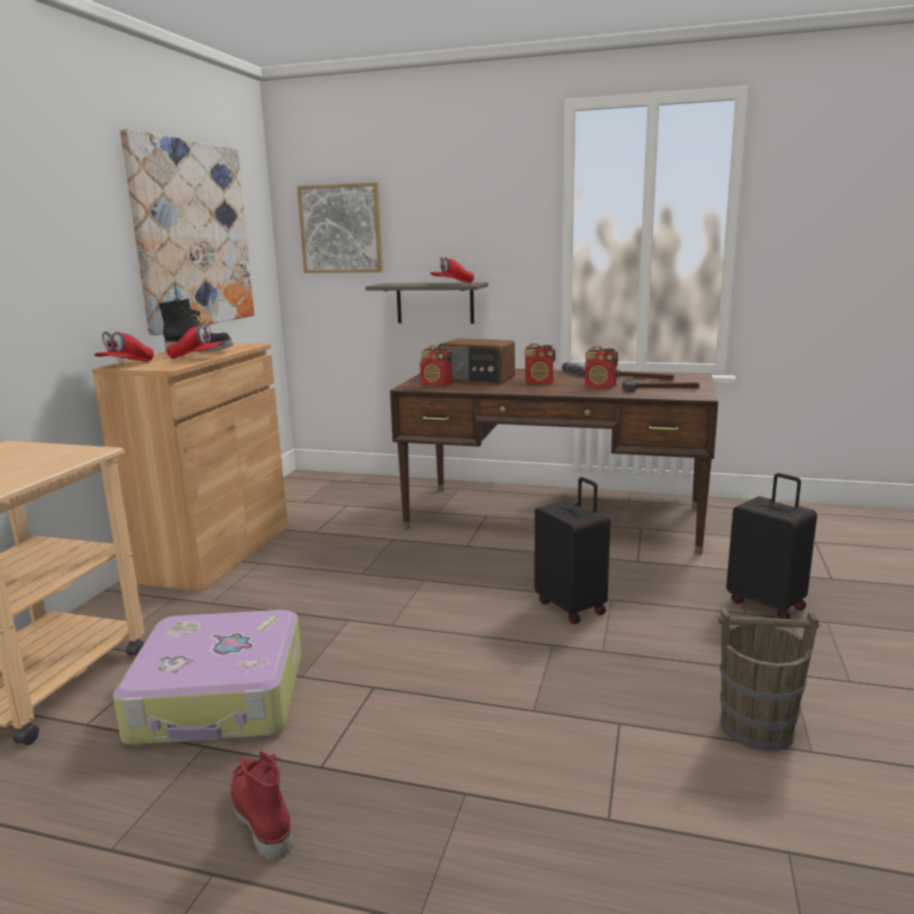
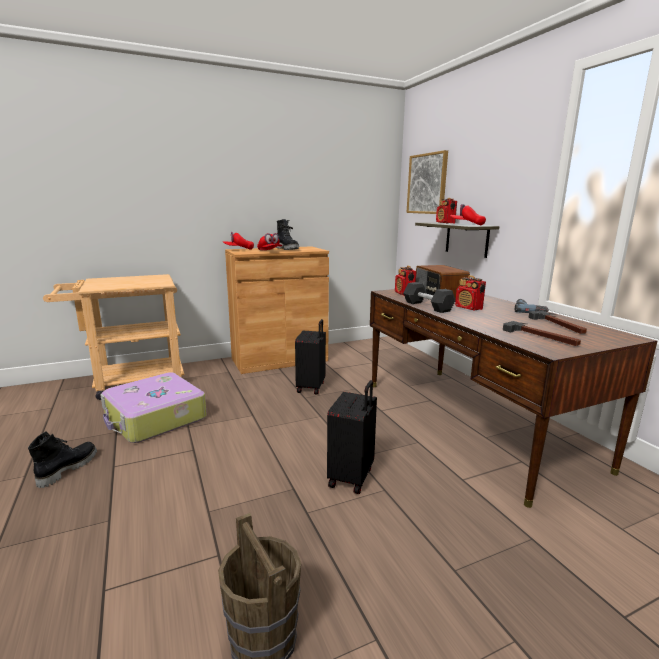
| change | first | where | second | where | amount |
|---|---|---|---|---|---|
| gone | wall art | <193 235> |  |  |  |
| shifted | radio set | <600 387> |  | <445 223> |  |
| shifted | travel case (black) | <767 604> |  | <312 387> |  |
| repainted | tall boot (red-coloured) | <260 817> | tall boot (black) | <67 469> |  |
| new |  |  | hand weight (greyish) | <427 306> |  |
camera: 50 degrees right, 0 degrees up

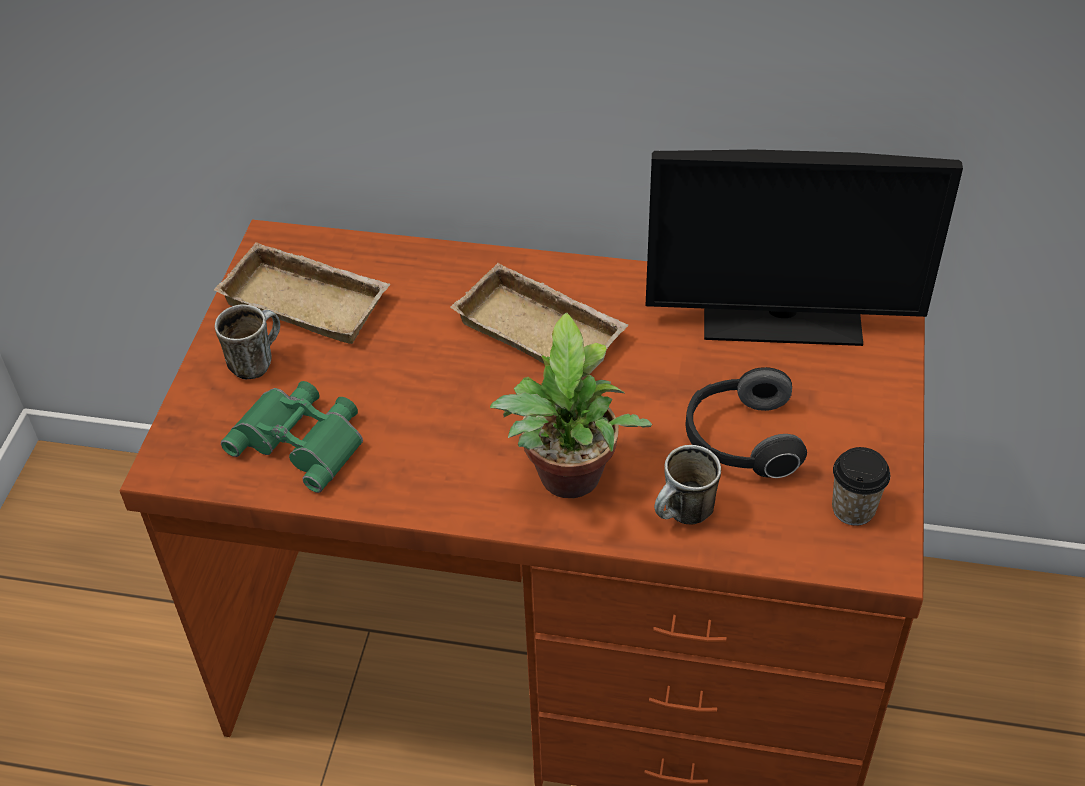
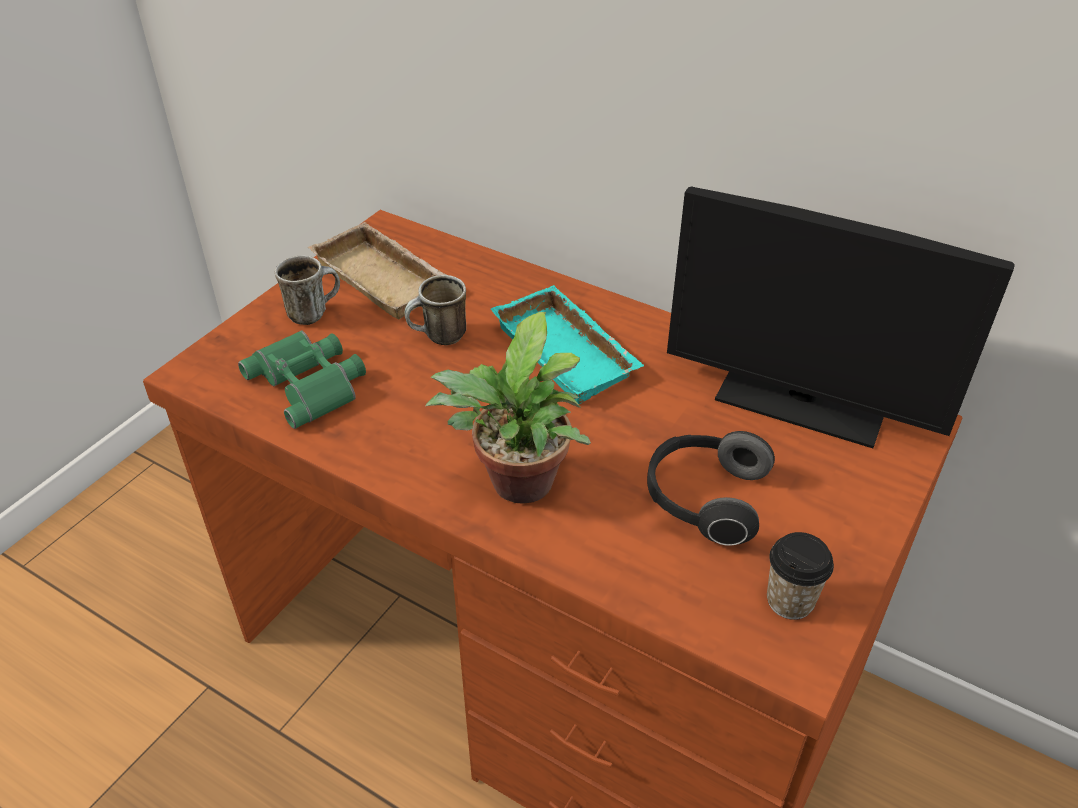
| change | first | where | second | where | amount |
|---|---|---|---|---|---|
| repainted | carrying tray (sand-coloured) | <543 330> | carrying tray (blue-green) | <569 352> |  |
| shifted | coffee mug | <684 516> |  | <439 338> |  |
camera: 20 degrees right, 5 degrees down

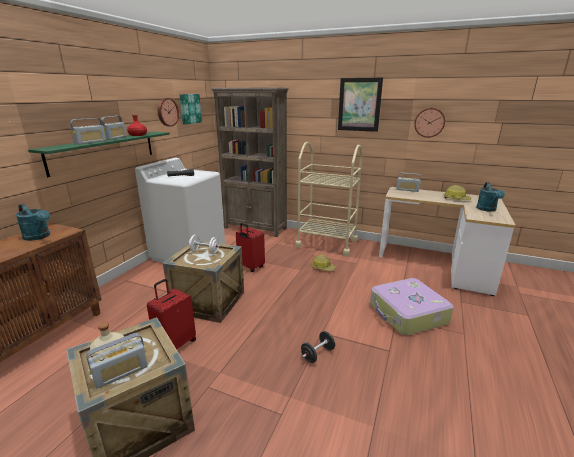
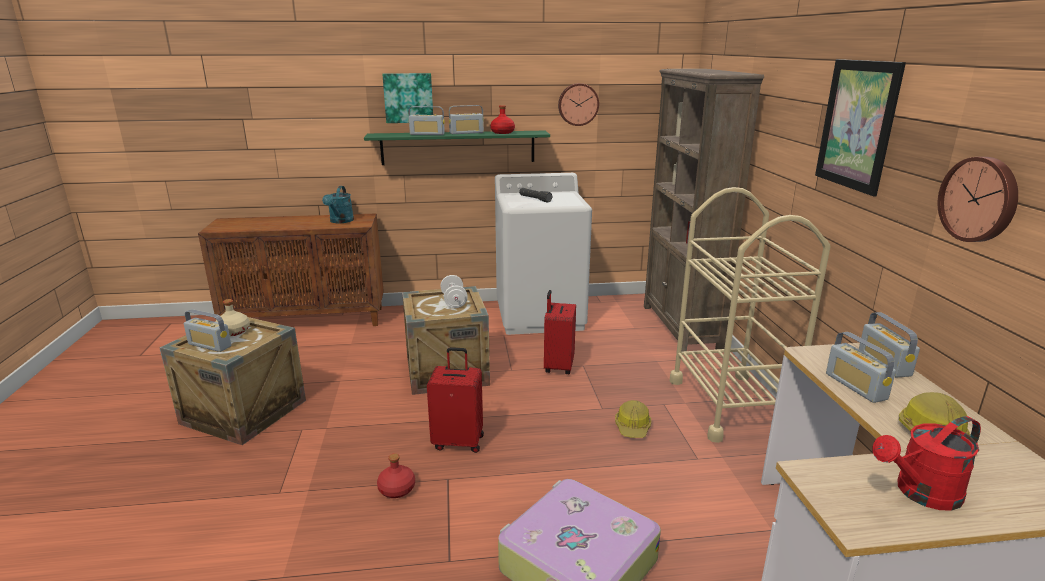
| change | first | where | second | where | amount |
|---|---|---|---|---|---|
| shifted | wall art | <189 108> |  | <408 98> |  |
| repainted | watering pot (blue-green) | <487 209> | watering pot (red-coloured) | <920 494> |  |
| shifted | travel case (red-coloured) | <175 344> |  | <458 441> |  |
| swapped | hand weight (black) | <317 354> | drink bottle (red-coloured) | <397 489> |  |
| new |  |  | radio set | <855 386> |  |
camera: 60 degrees right, 0 degrees up

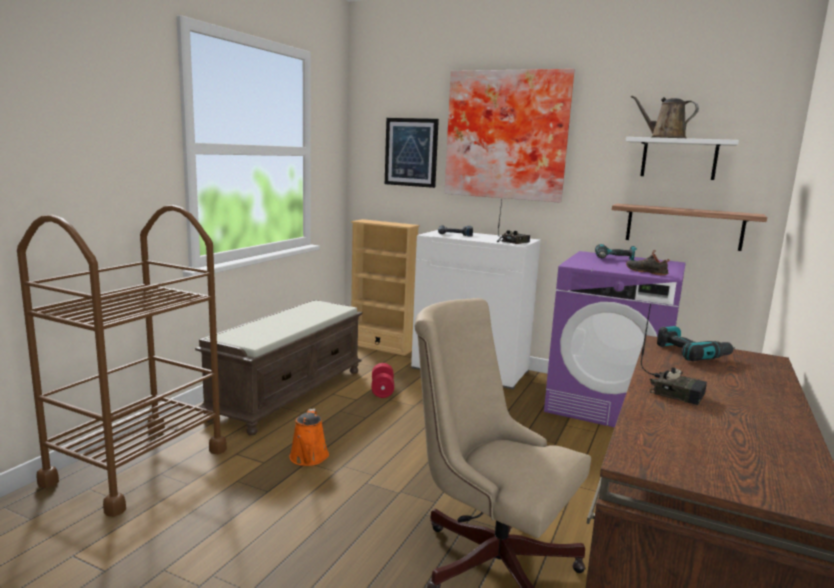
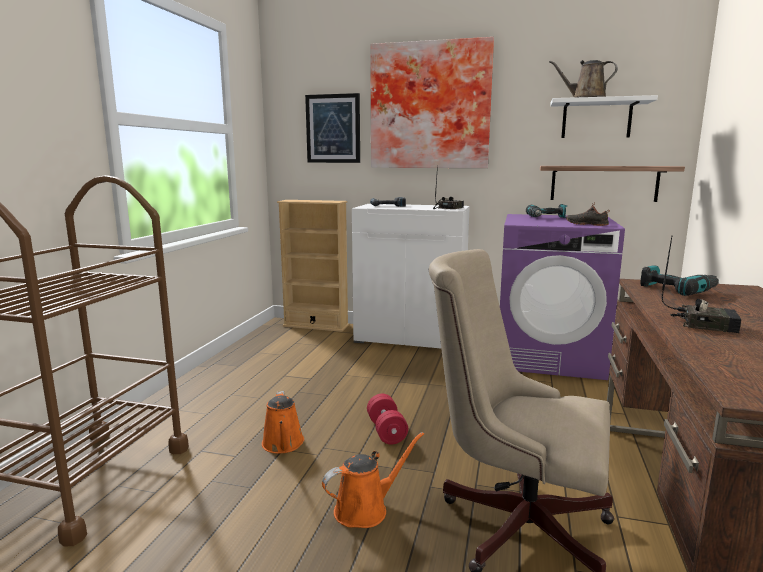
| change | first | where | second | where | amount |
|---|---|---|---|---|---|
| gone | bench (brown-coloured) | <288 393> |  |  |  |
| shifted | hand weight (red-coloured) | <382 390> |  | <386 431> |  |
| new |  |  | watering pot (orange-coloured) | <365 509> |  |
camera: 10 degrees left, 0 degrees up

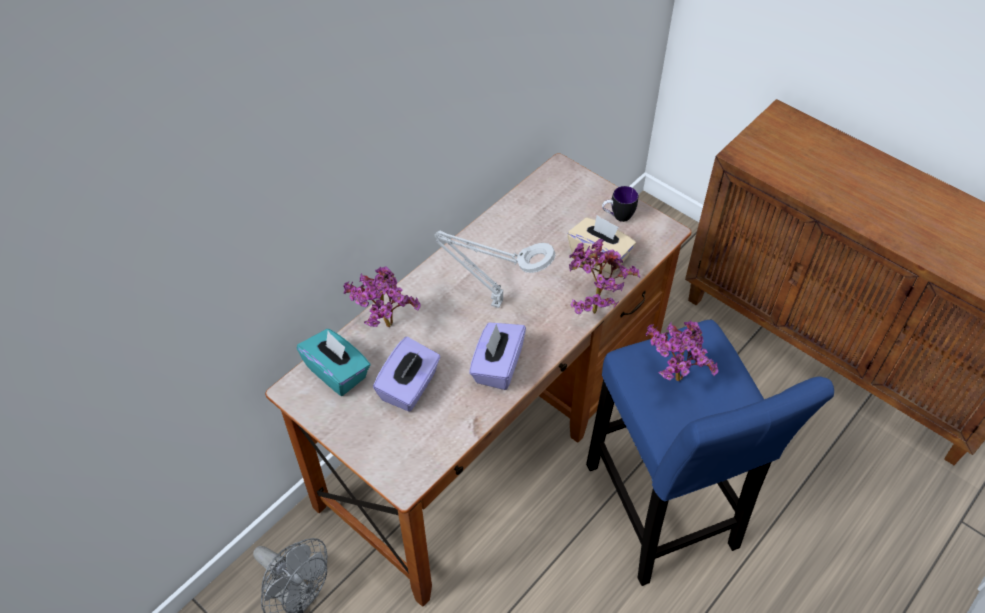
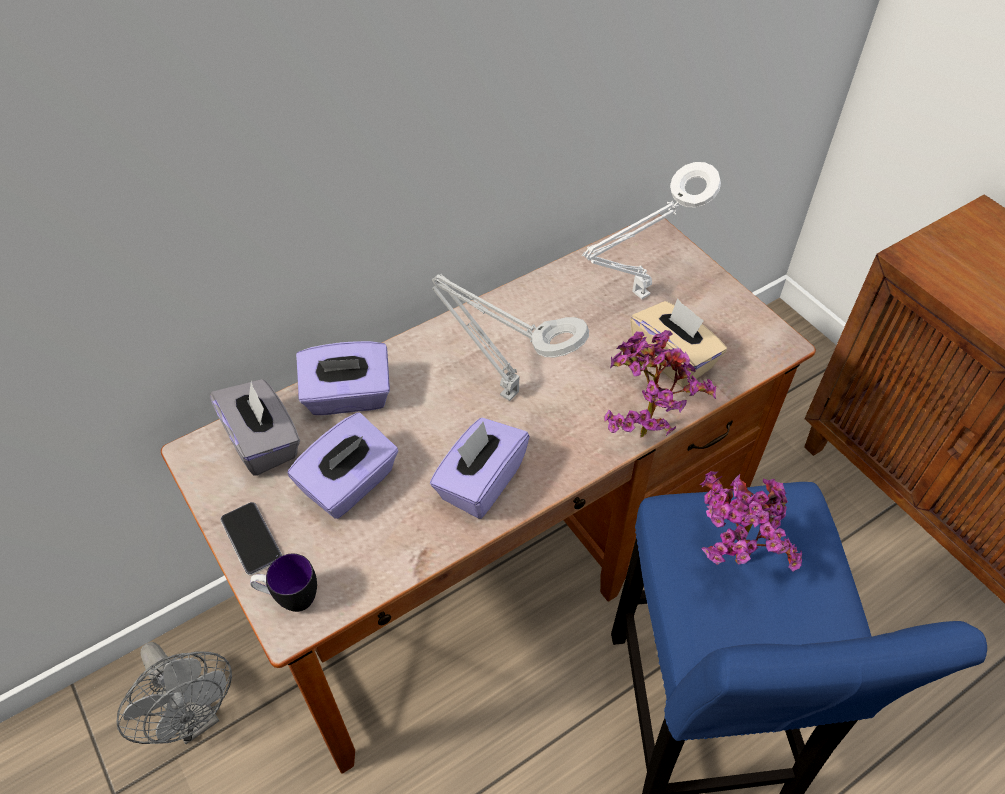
| change | first | where | second | where | amount |
|---|---|---|---|---|---|
| shifted | coffee mug | <617 217> |  | <290 598> |  |
| swapped | potted plant | <385 329> | box of tissues (purple) | <348 397> |  |
| repainted | box of tissues (blue-green) | <337 372> | box of tissues (greyish) | <263 442> |  |
| new |  |  | tabletop lamp (whitish) | <637 296> |  |
| new |  |  | telephone | <251 539> |  |
camera: 15 degrees right, 0 degrees up

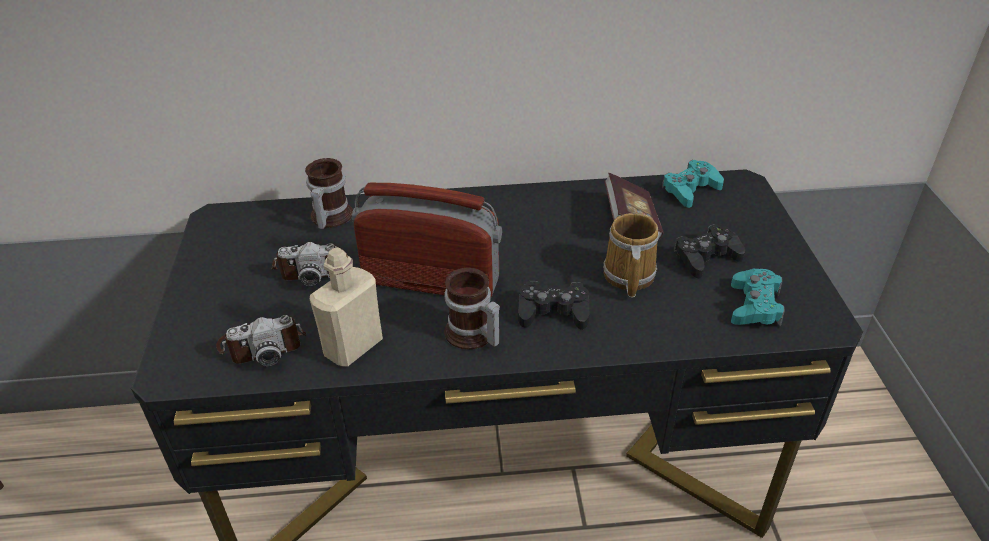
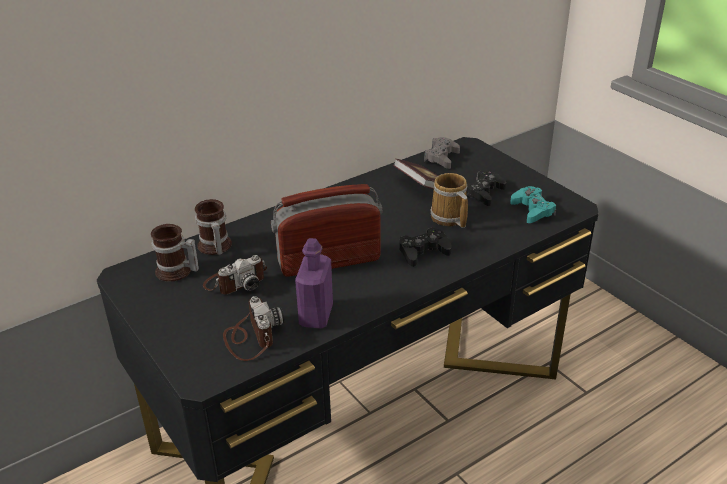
| change | first | where | second | where | amount |
|---|---|---|---|---|---|
| repainted | game controller (blue-green) | <690 190> | game controller (greyish) | <441 158> |  |
| repainted | drink bottle (sand-coloured) | <353 347> | drink bottle (purple) | <316 316> |  |
| shifted | coffee mug | <471 336> |  | <176 272> |  |
| rotated | still camera | <262 344> |  | <251 337> | 60 degrees counterclockwise |
camera: 30 degrees left, 5 degrees down

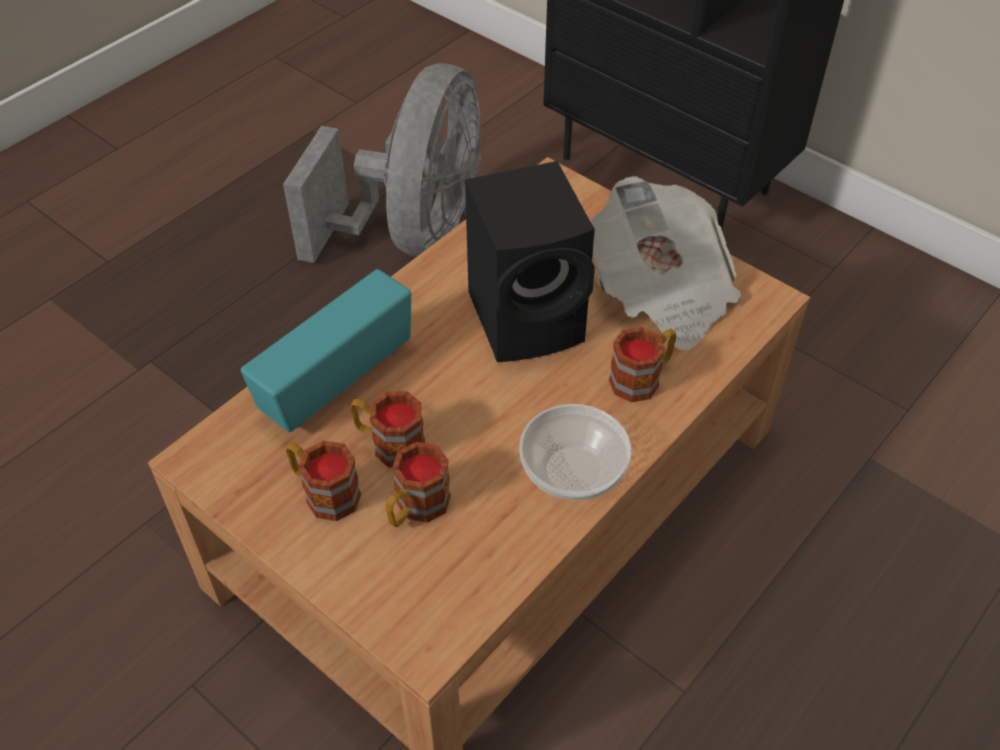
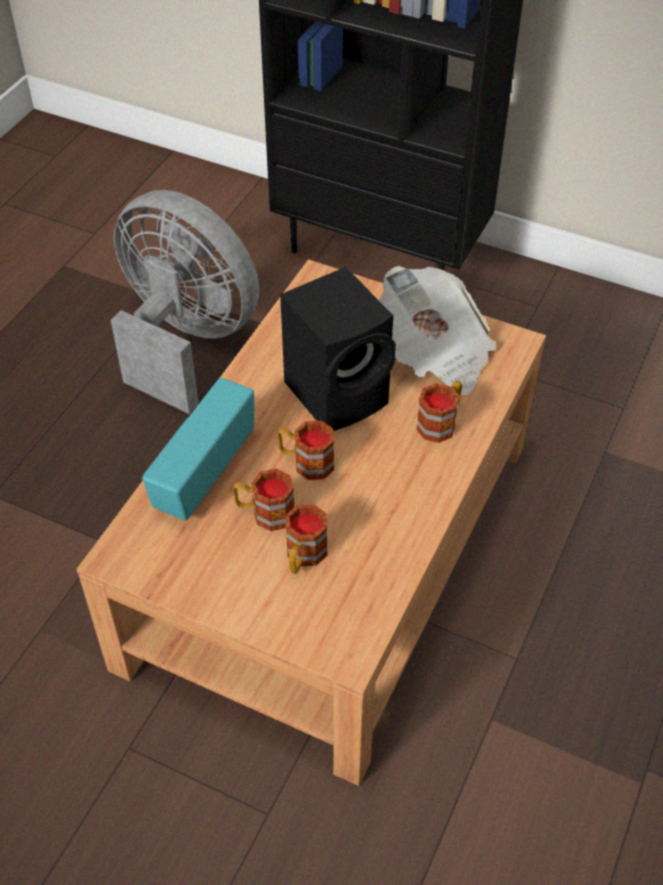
| change | first | where | second | where | amount |
|---|---|---|---|---|---|
| rotated | fan (greyish) | <414 233> |  | <185 341> | 60 degrees counterclockwise |
| gone | deep dish | <571 471> |  |  |  |
| shifted | coffee mug | <324 492> |  | <306 462> |  |
camera: 15 degrees left, 0 degrees up

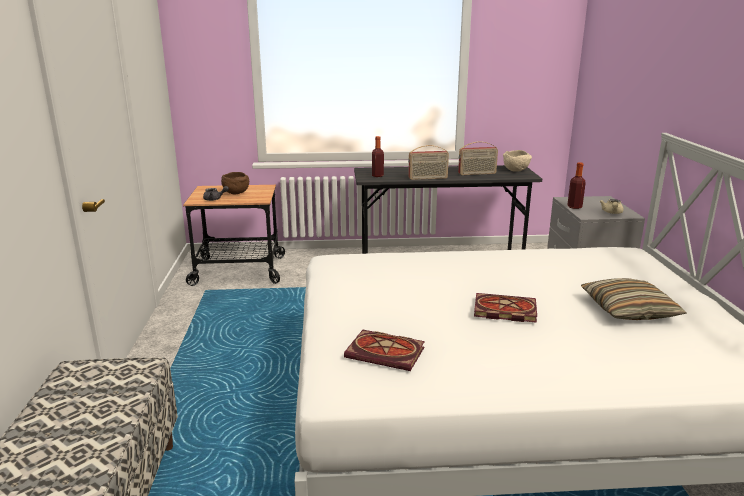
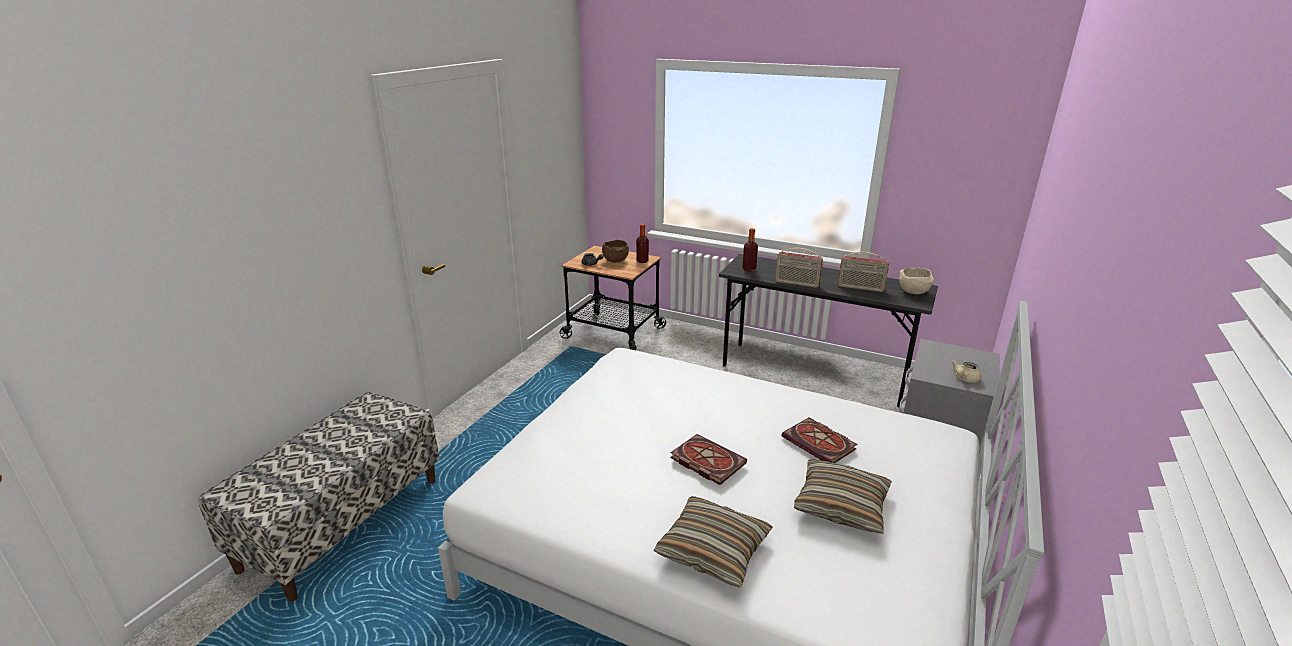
| change | first | where | second | where | amount |
|---|---|---|---|---|---|
| shifted | drink bottle | <574 207> |  | <642 261> |  |
| shifted | volume | <387 353> |  | <820 444> |  |
| new |  |  | pillow | <713 550> |  |
camera: 30 degrees right, 5 degrees up

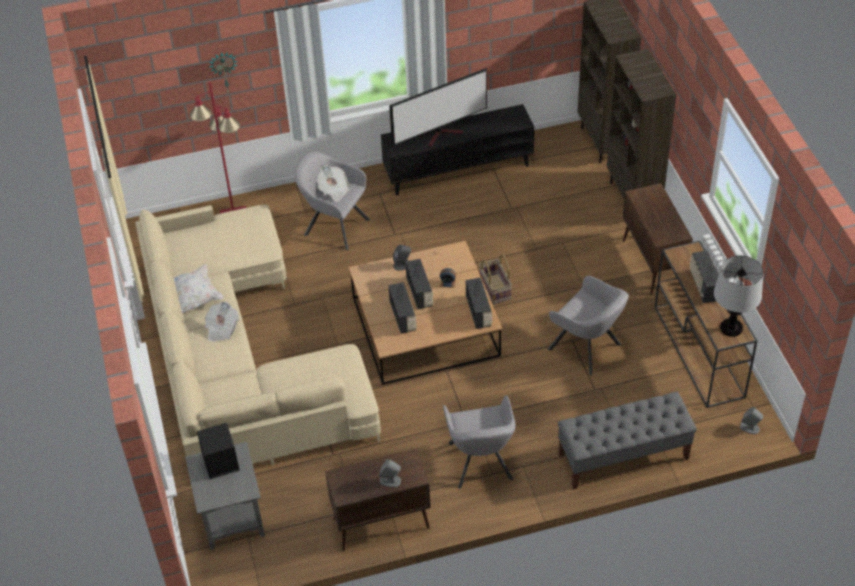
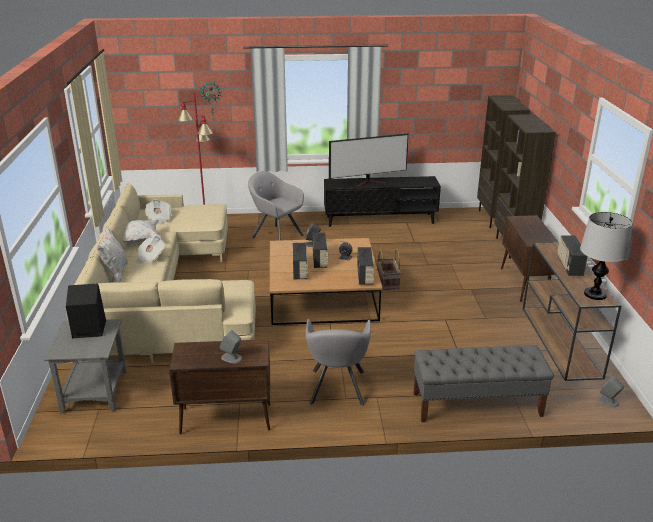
| change | first | where | second | where | amount |
|---|---|---|---|---|---|
| shifted | newspaper | <333 190> |  | <159 219> |  |
| gone | armchair (greyish) | <587 348> |  |  |  |
| new |  |  | pillow (whitish) | <115 274> |  |
camera: 10 degrees right, 20 degrees down

